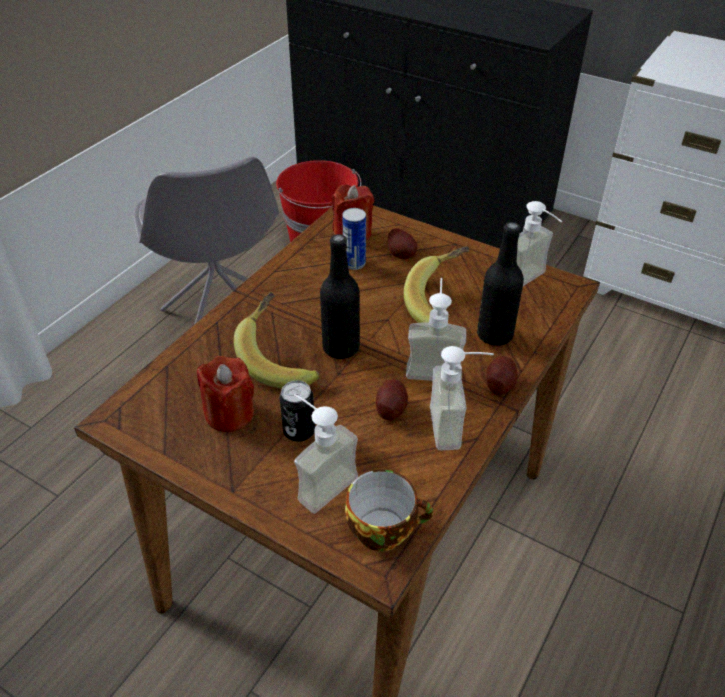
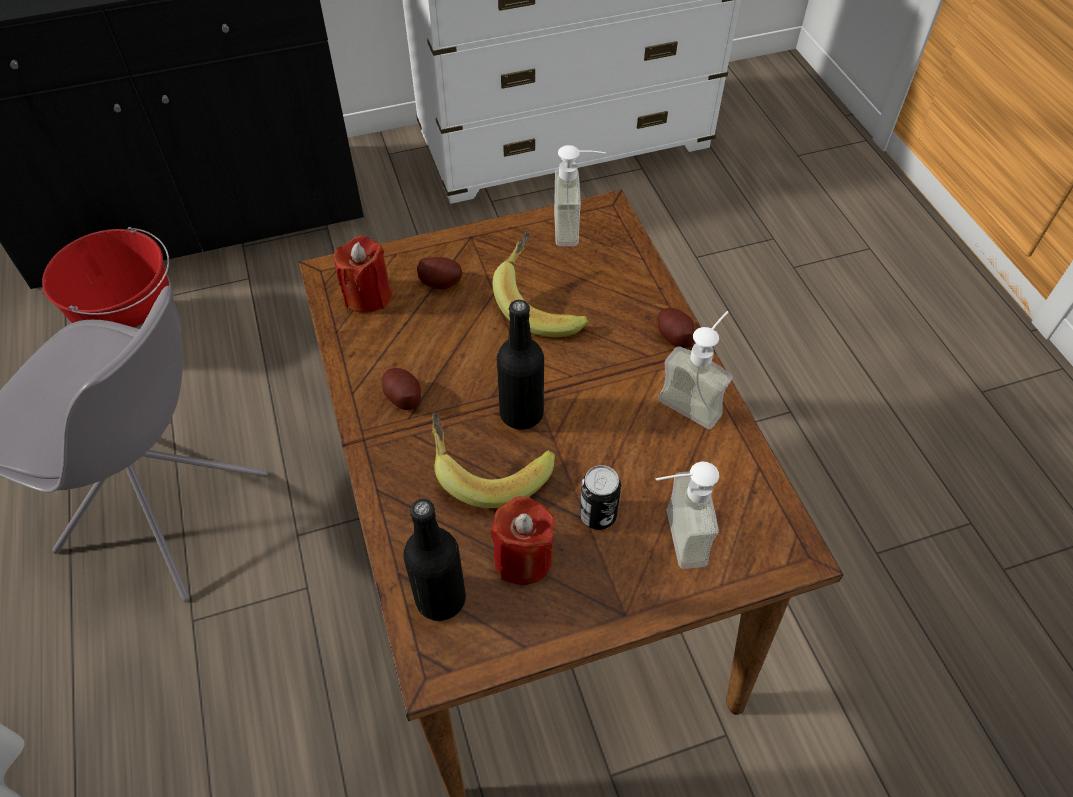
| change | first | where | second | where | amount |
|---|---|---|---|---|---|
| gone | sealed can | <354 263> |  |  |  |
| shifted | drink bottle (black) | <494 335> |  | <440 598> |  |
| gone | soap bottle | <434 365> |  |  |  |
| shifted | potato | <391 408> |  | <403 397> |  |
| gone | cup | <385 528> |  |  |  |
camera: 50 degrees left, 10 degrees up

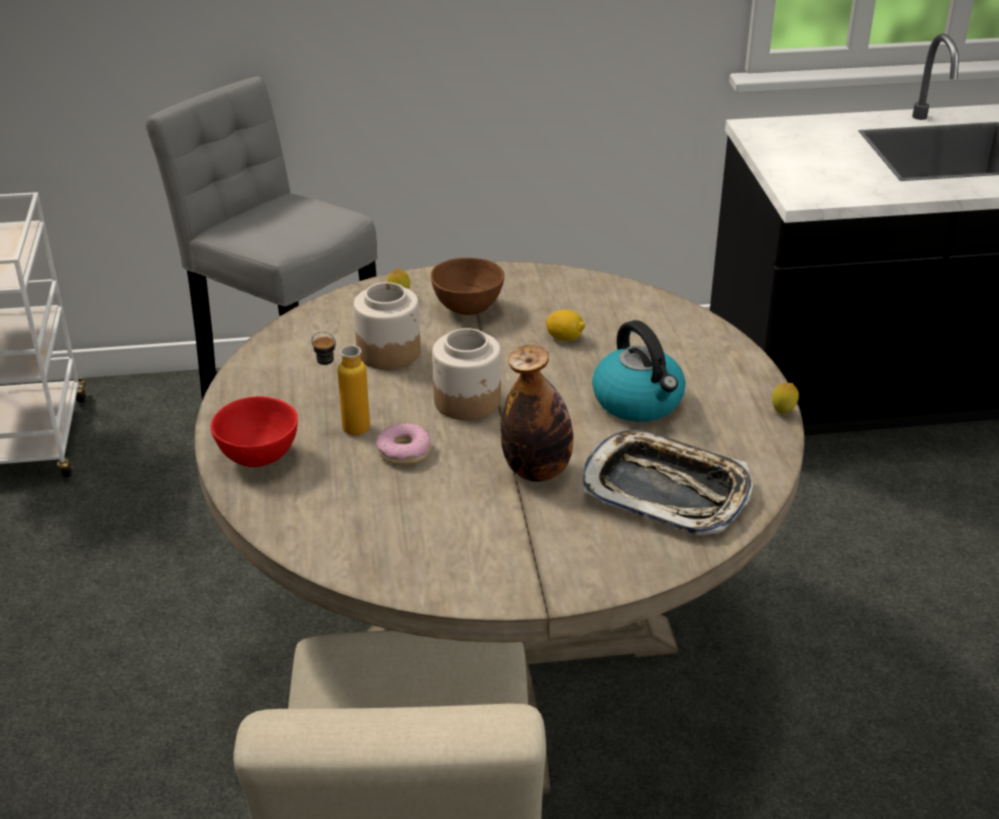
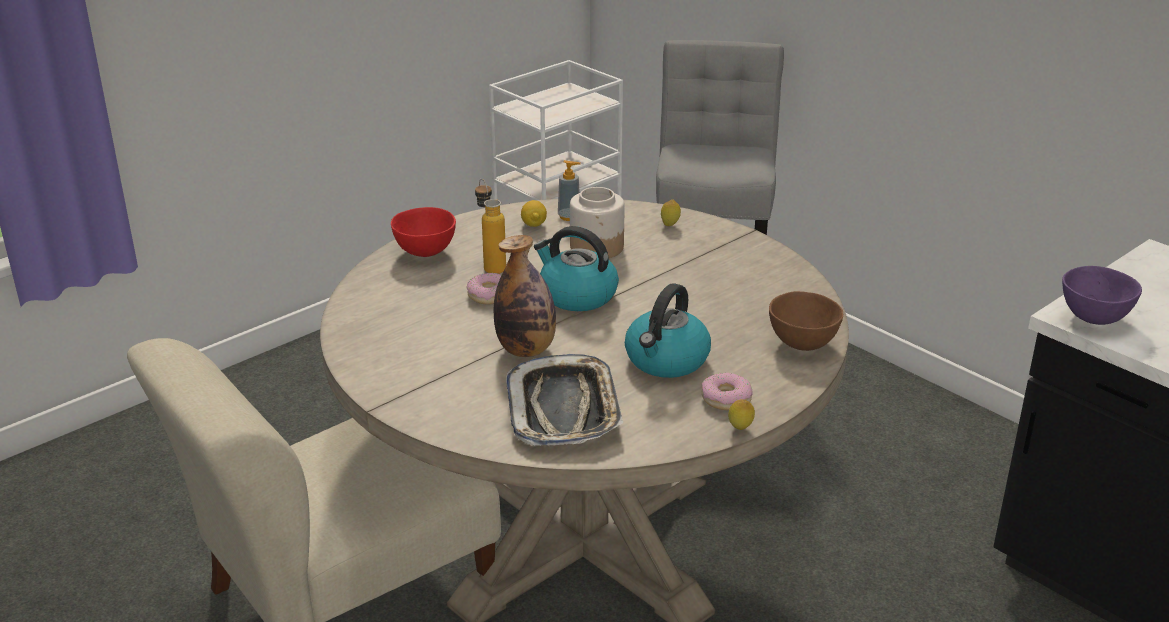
| change | first | where | second | where | amount |
|---|---|---|---|---|---|
| shifted | deep dish (brown-coloured) | <466 308> |  | <802 343> |  |
| shifted | lemon | <565 338> |  | <533 224> |  |
| swapped | preserve jar | <468 401> | water kettle | <576 295> |  |
| new |  |  | soap bottle | <569 217> |  |
| new |  |  | deep dish (purple) | <1093 318> |  |
| new |  |  | doughnut | <726 398> |  |
camera: 55 degrees right, 5 degrees down

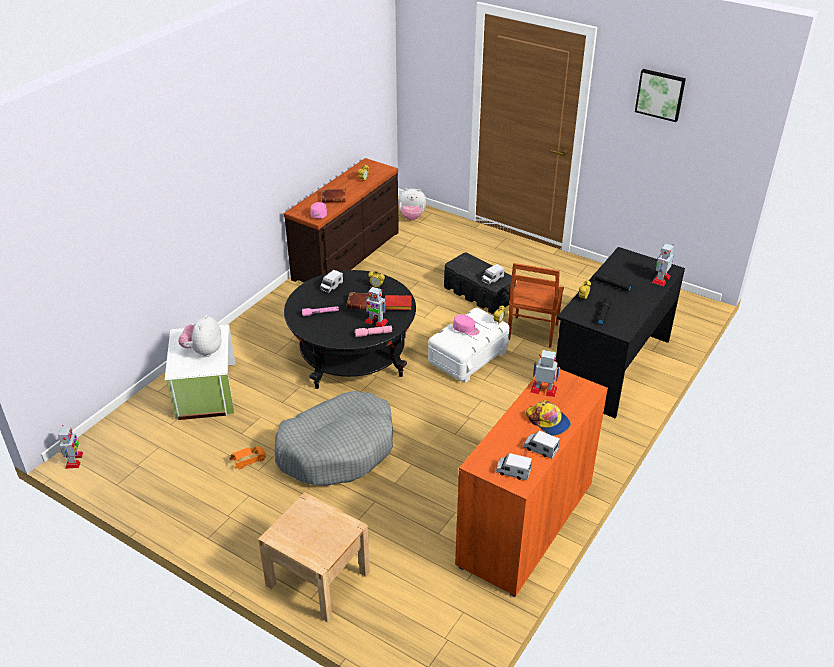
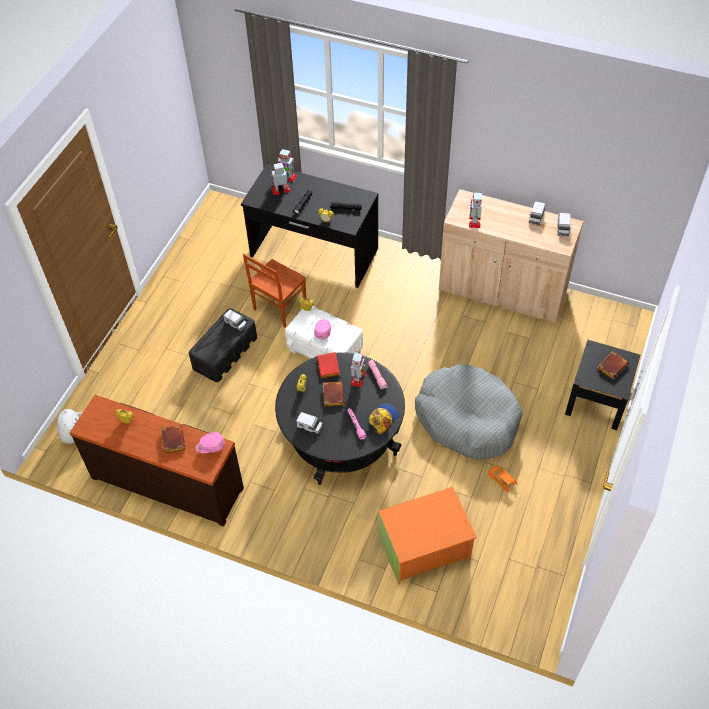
| change | first | where | second | where | amount |
|---|---|---|---|---|---|
| gone | wall art | <660 94> |  |  |  |
| rotated | upright chair (brown-coloured) | <532 332> |  | <279 307> | 120 degrees clockwise |
| gone | soft toy | <203 351> |  |  |  |
| repainted | storage box (whitish) | <204 391> | storage box (orange-coloured) | <425 548> |  |
| repainted | cabinet (orange-coloured) | <525 524> | cabinet (sand-coloured) | <502 291> |  |
| shifted | baseball cap | <548 421> |  | <383 419> |  |
| shifted | robot figure | <74 460> |  | <281 190> |  |
| repainted | nightstand (sand-coloured) | <318 578> | nightstand (black) | <597 400> |  |
| new |  |  | volume (brown-coloured) | <611 366> |  |
camera: 100 degrees left, 15 degrees up

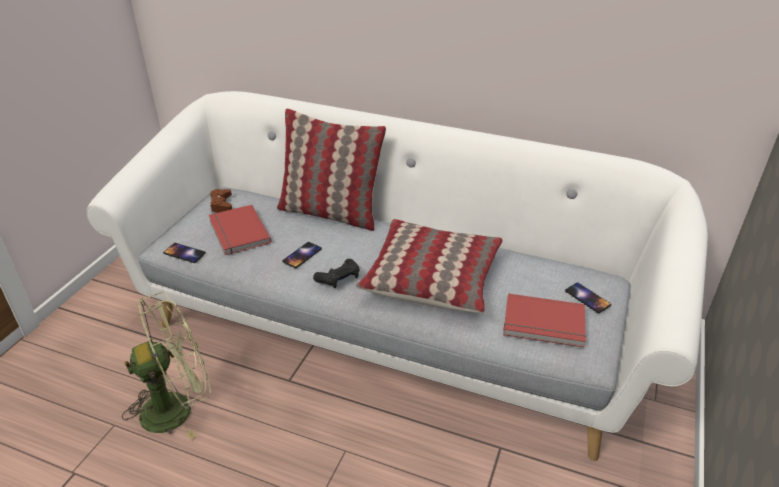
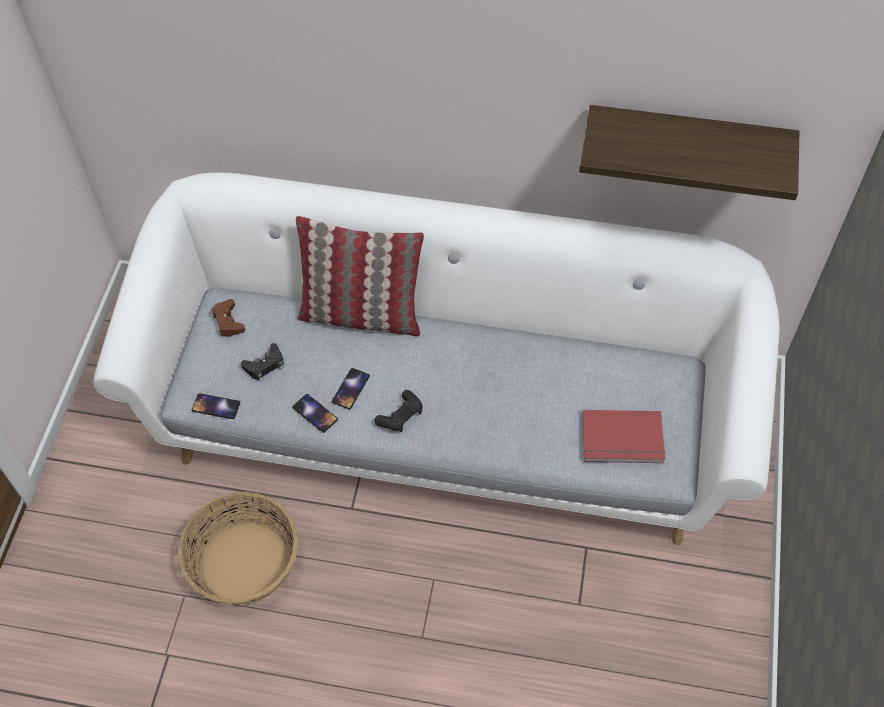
| change | first | where | second | where | amount |
|---|---|---|---|---|---|
| swapped | volume (red-coloured) | <237 232> | game controller (black) | <265 365> |  |
| gone | pillow | <432 277> |  |  |  |
| shifted | telephone | <587 298> |  | <315 413> |  |
| swapped | fan (green) | <177 407> | basket | <243 562> |  |
| new |  |  | bracket shelf | <687 145> |  |
camera: 10 degrees left, 20 degrees up

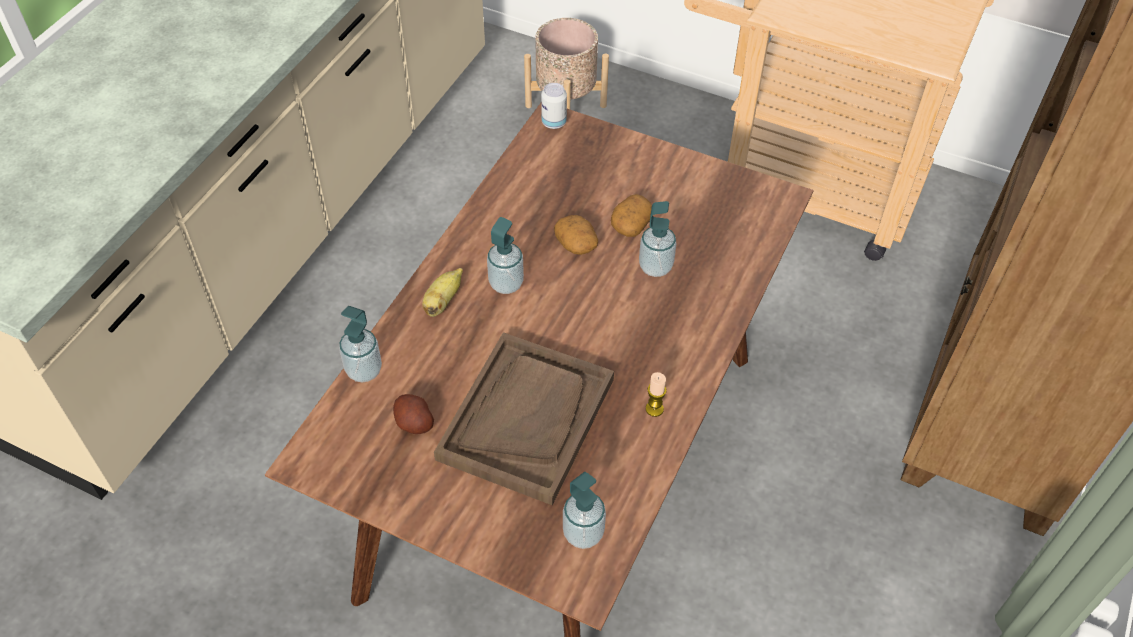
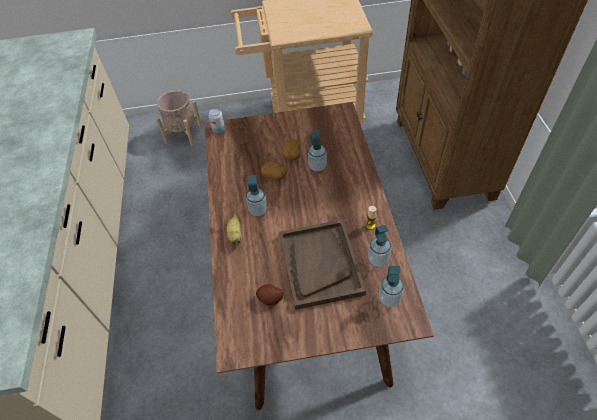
| change | first | where | second | where | amount |
|---|---|---|---|---|---|
| shifted | soap bottle | <364 370> |  | <378 259> |  |
camera: 30 degrees left, 0 degrees up

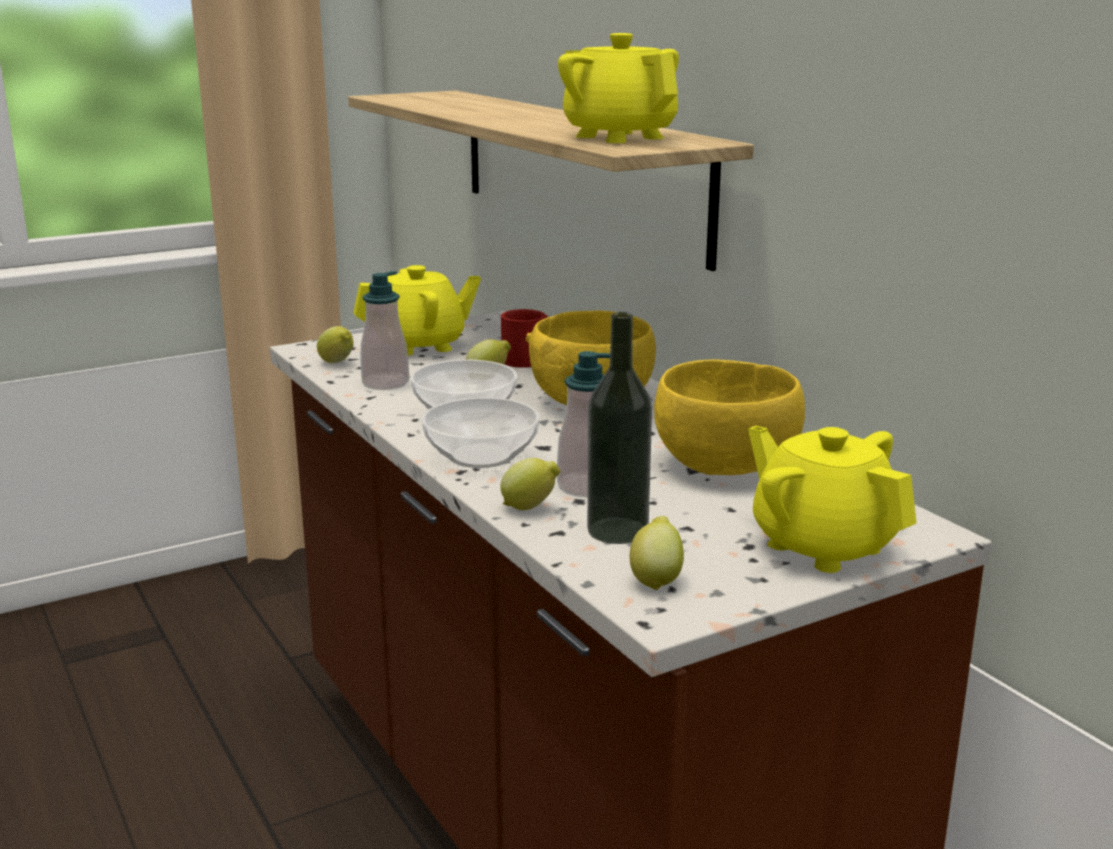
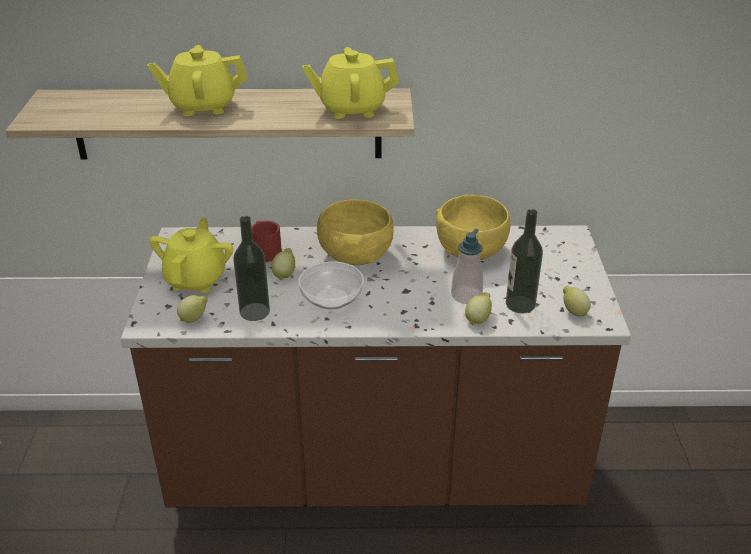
| change | first | where | second | where | amount |
|---|---|---|---|---|---|
| swapped | soap bottle | <385 383> | drink bottle | <254 312> |  |
| gone | deep dish | <483 456> |  |  |  |
| shifted | teapot (yellow-coloured) | <822 546> |  | <202 106> |  |
camera: 60 degrees left, 15 degrees up

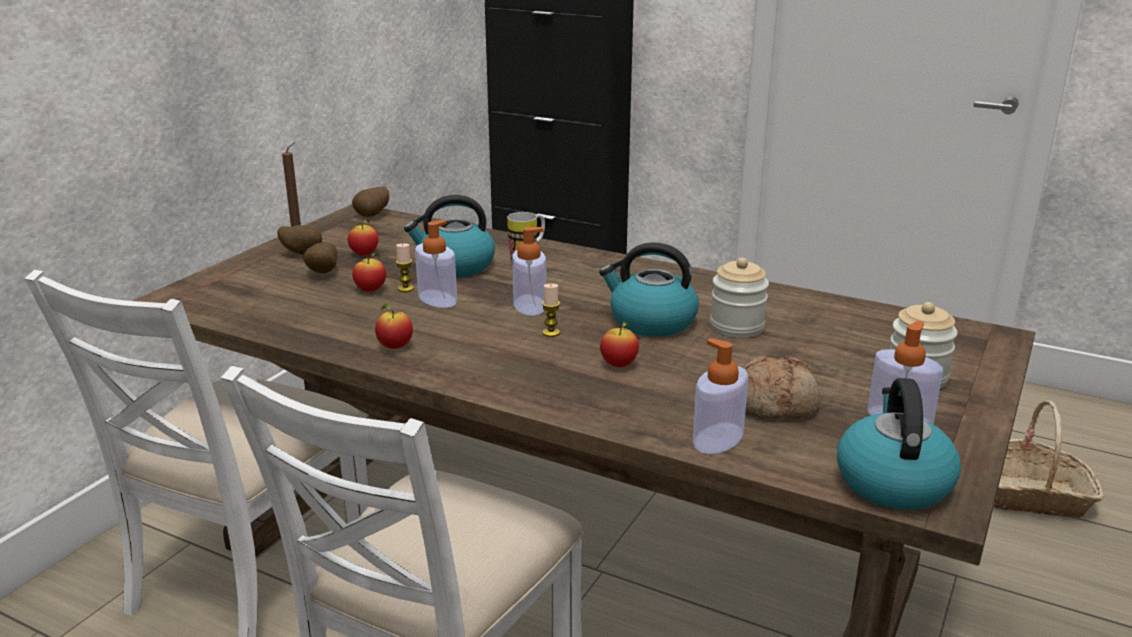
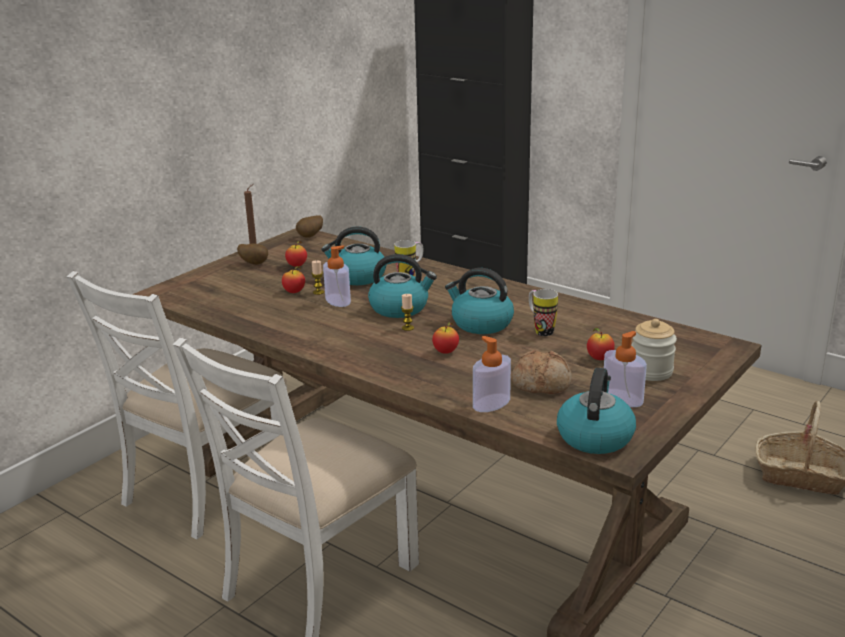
| change | first | where | second | where | amount |
|---|---|---|---|---|---|
| swapped | soap bottle | <529 305> | water kettle | <400 308> |  |
| gone | potato | <321 274> |  |  |  |
| swapped | preserve jar | <737 327> | coffee mug | <540 330> |  |
| shifted | apple fruit | <395 346> |  | <599 358> |  |
camera: 10 degrees right, 0 degrees up

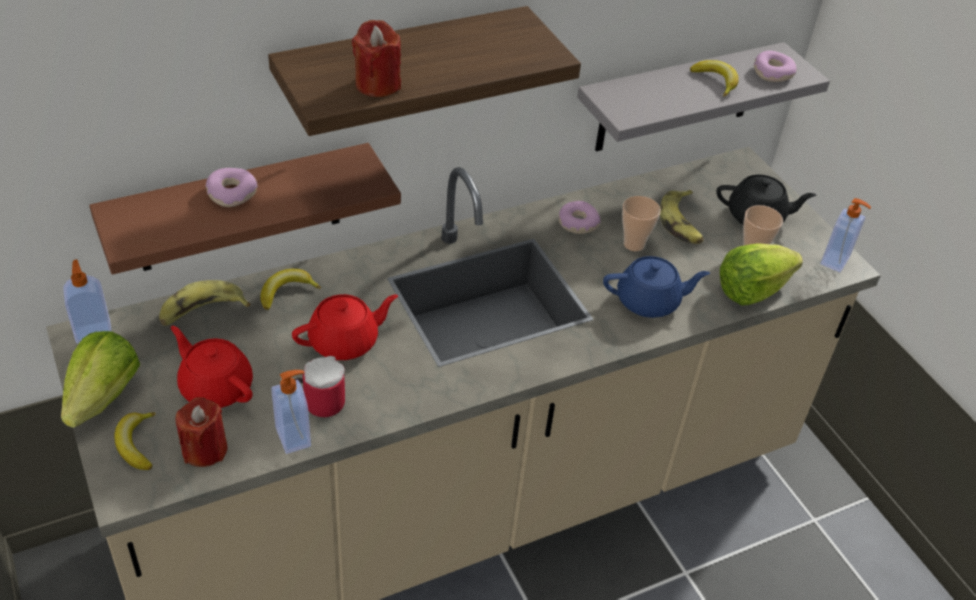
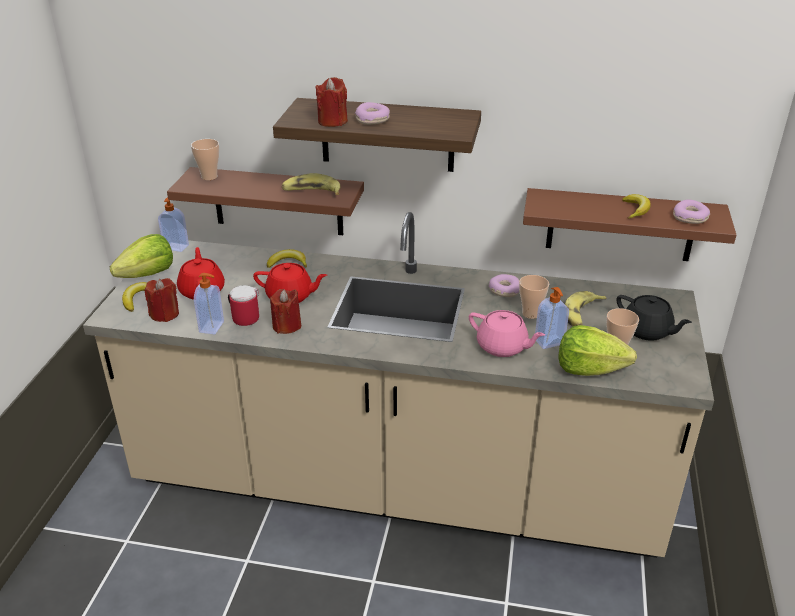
| change | first | where | second | where | amount |
|---|---|---|---|---|---|
| repainted | bracket shelf (greyish) | <677 98> | bracket shelf (brown-coloured) | <620 225> |  |
| shifted | doughnut | <232 193> |  | <372 120> |  |
| shifted | soap bottle | <836 261> |  | <549 342> |  |
| repainted | teapot (blue-coloured) | <649 302> | teapot (pinkish) | <502 347> |  |
| shifted | banana | <202 312> |  | <311 192> |  |
| new |  |  | cup | <209 177> |  |
| new |  |  | wax candle (red-coloured) | <287 326> |  |
camera: 40 degrees right, 10 degrees down

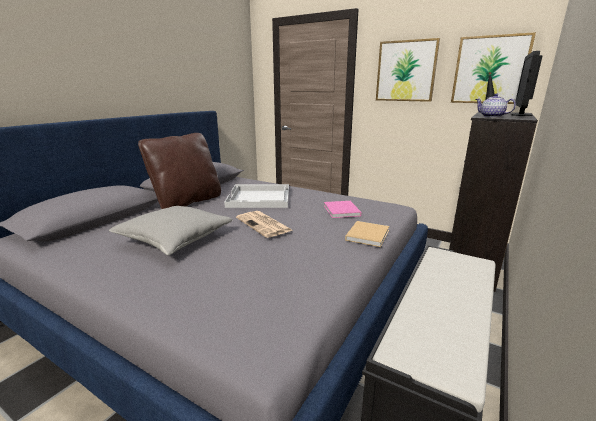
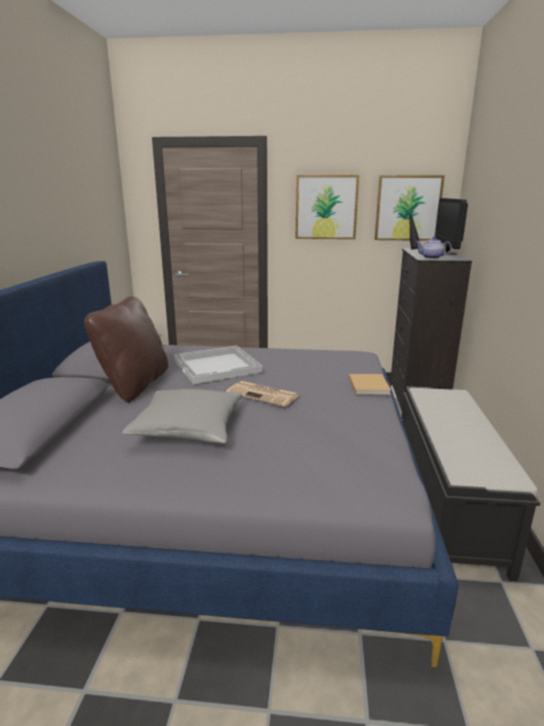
| change | first | where | second | where | amount |
|---|---|---|---|---|---|
| gone | volume (pinkish) | <342 211> |  |  |  |
camera: 25 degrees left, 0 degrees up

